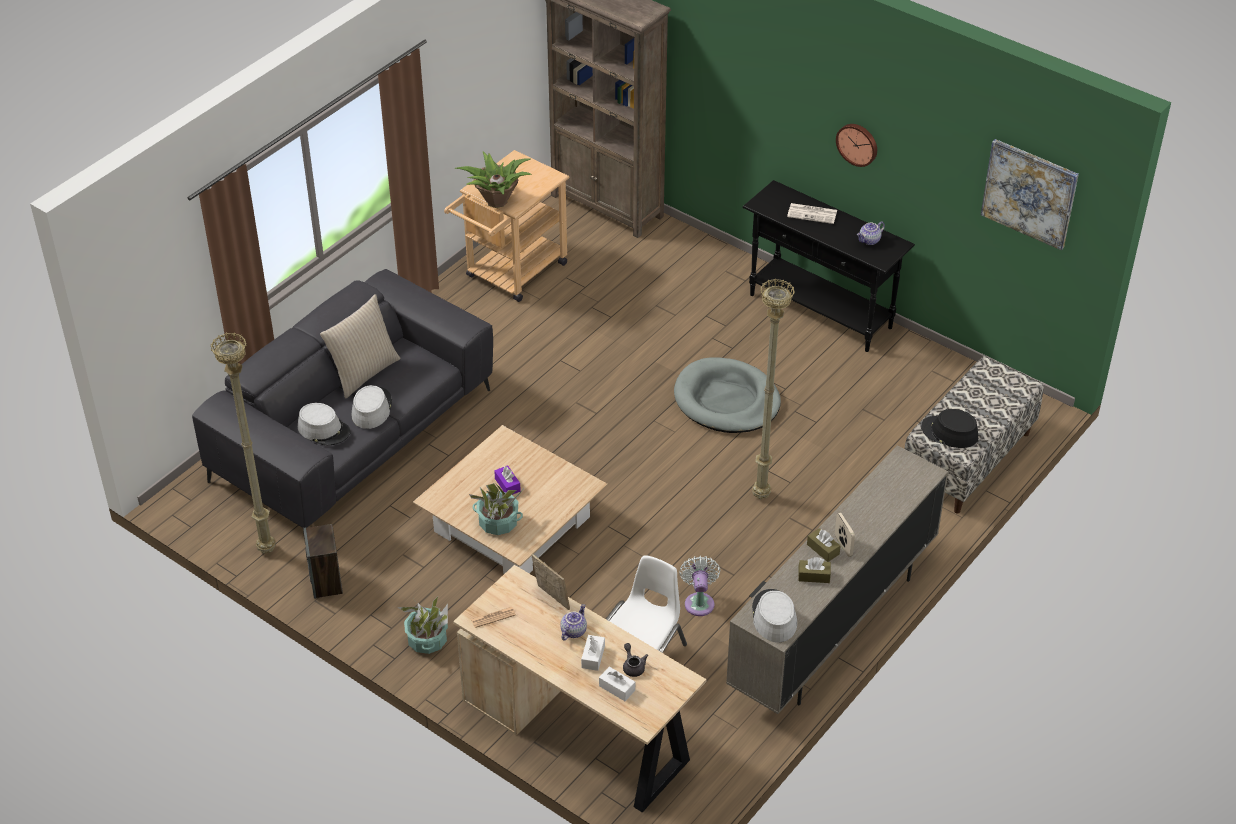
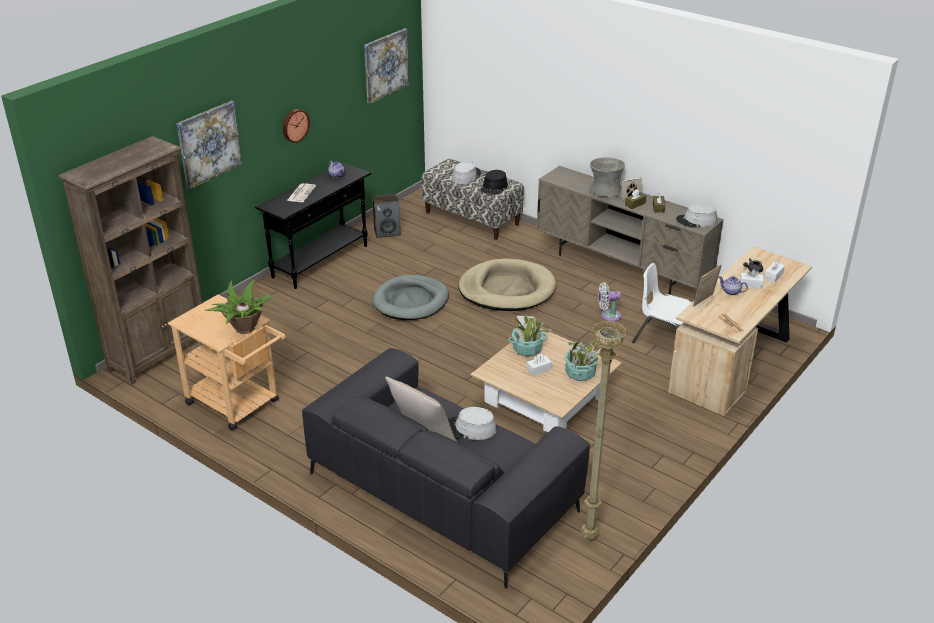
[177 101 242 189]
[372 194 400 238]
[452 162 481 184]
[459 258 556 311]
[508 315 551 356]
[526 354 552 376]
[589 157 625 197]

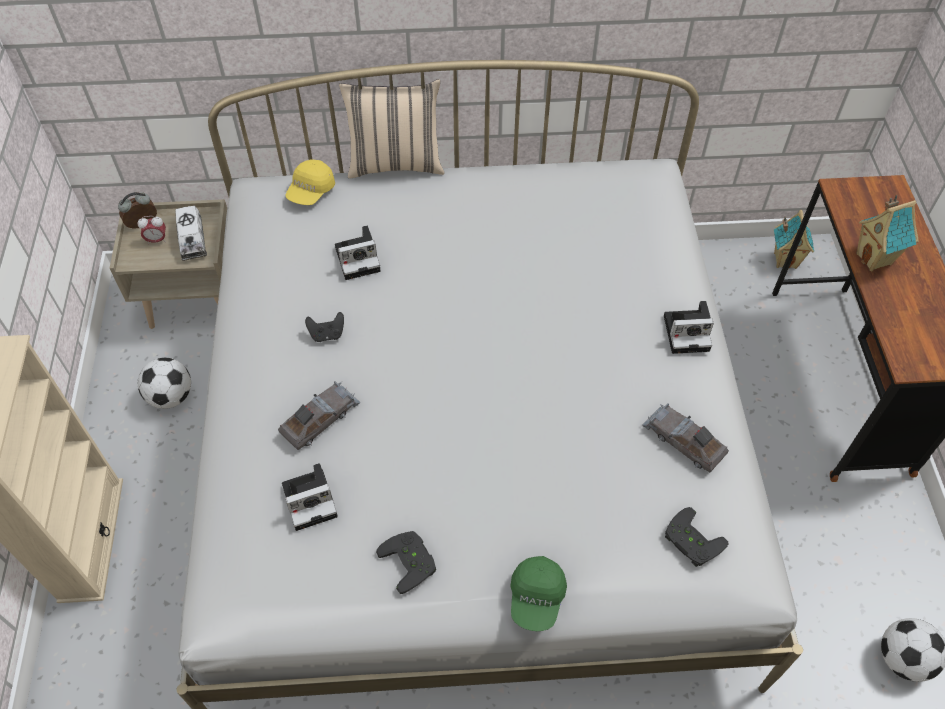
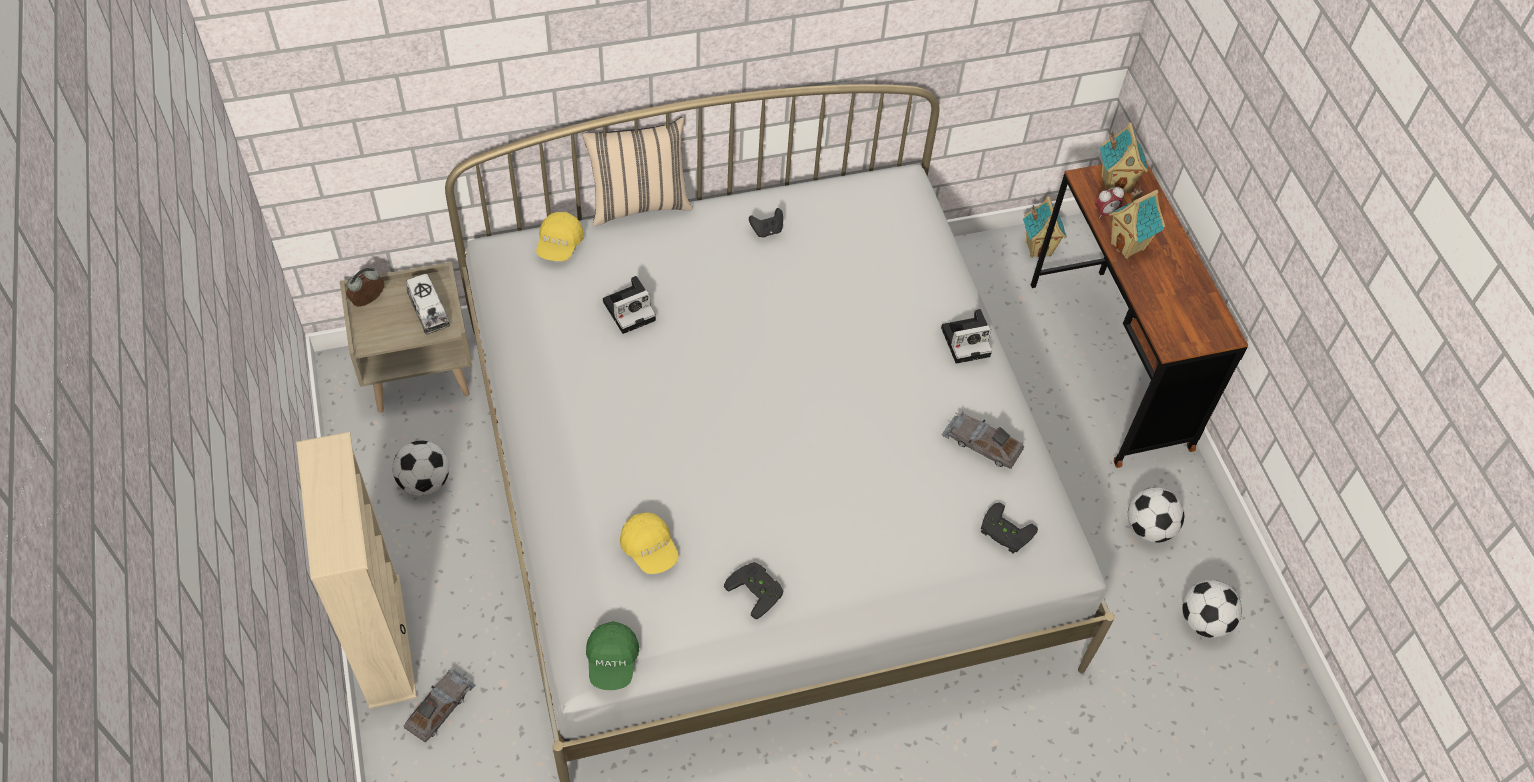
[403 668 475 743]
[586 621 639 690]
[620 512 679 574]
[749 208 783 237]
[1095 187 1124 219]
[1100 122 1148 193]
[1128 488 1184 543]

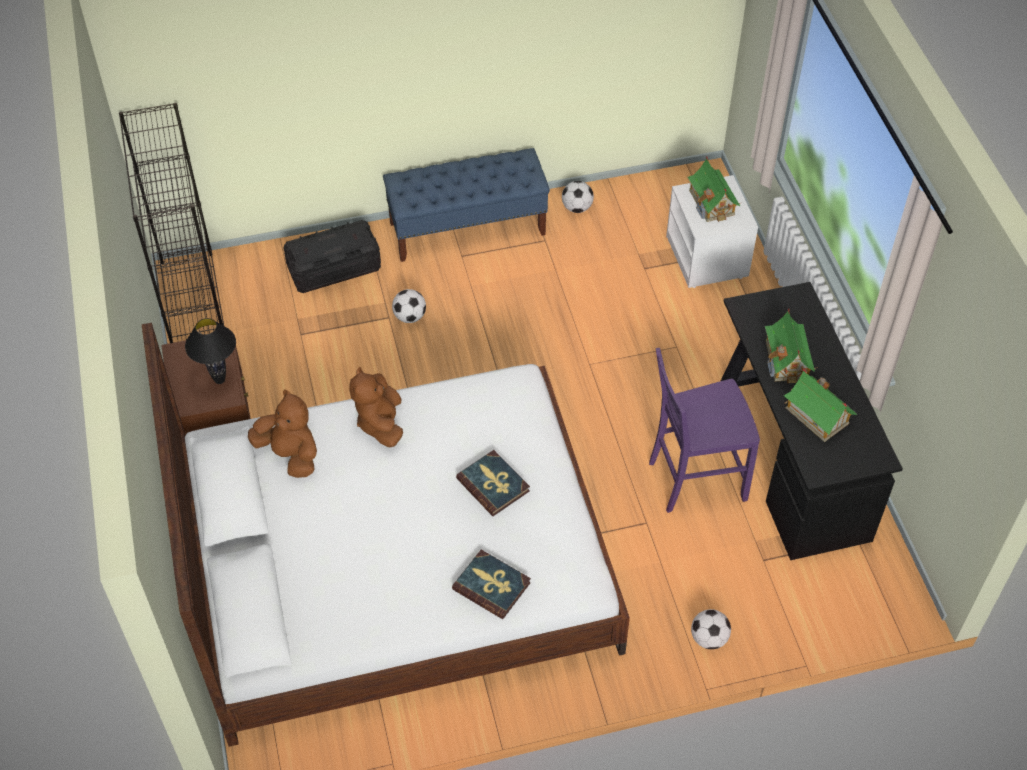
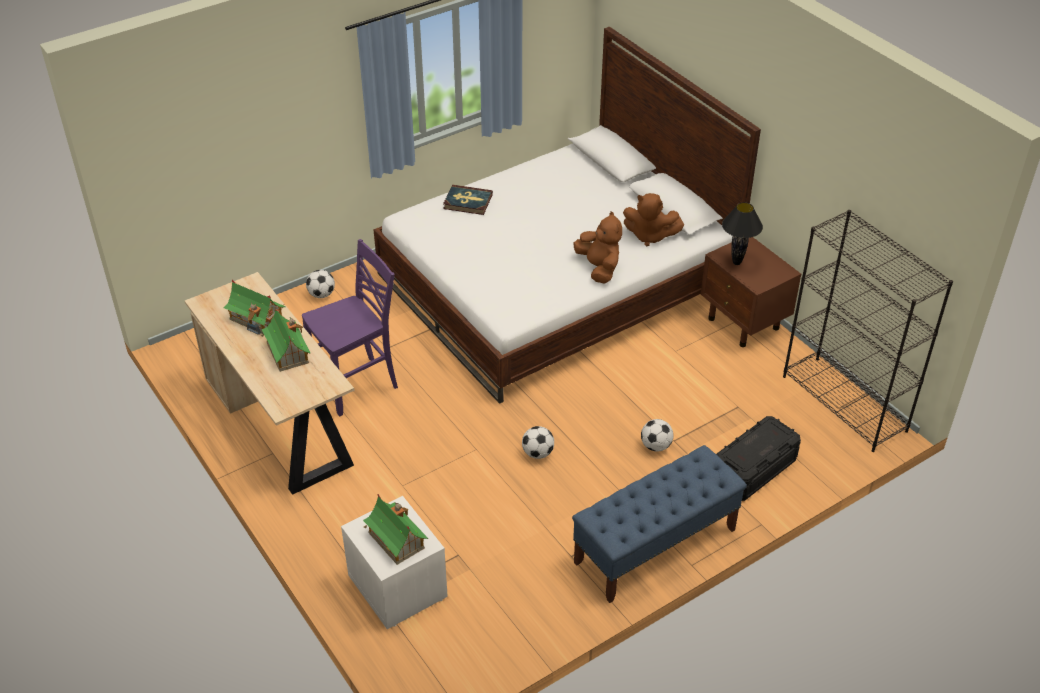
[185 272 355 495]
[522 426 554 459]
[456 450 530 516] (first image)

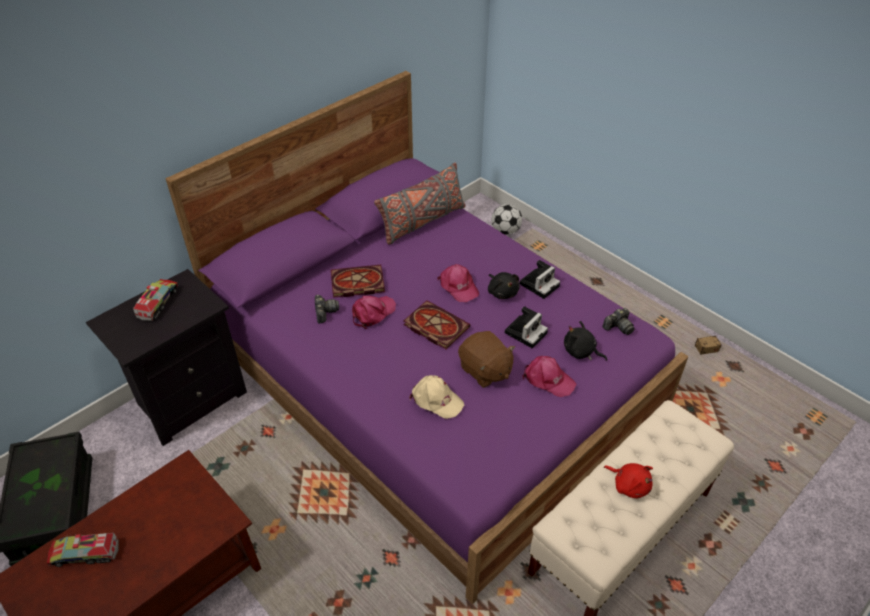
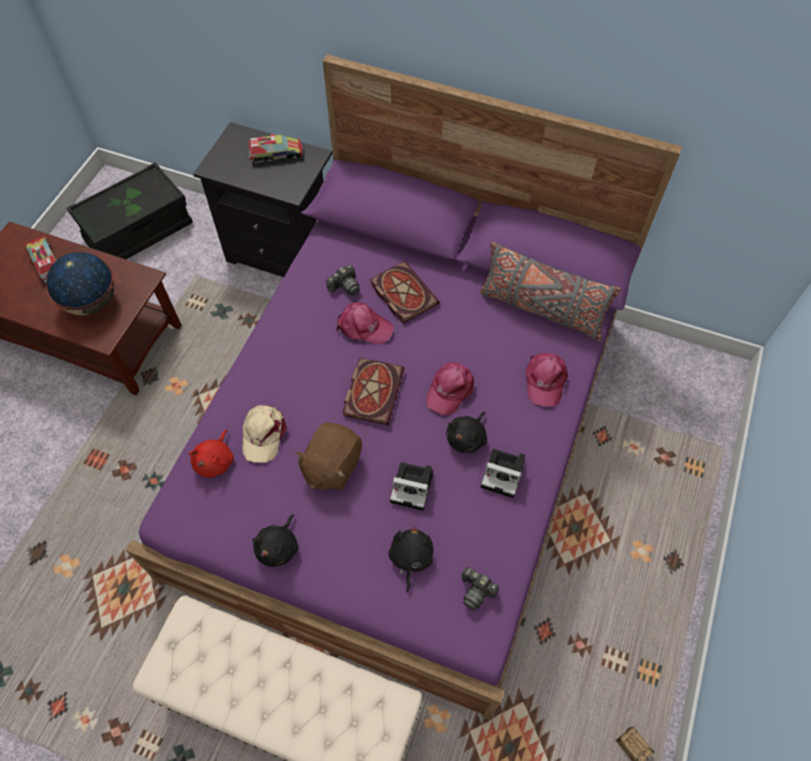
[46 252 114 315]
[189 430 234 478]
[252 514 298 567]
[526 353 568 406]
[492 204 522 235] (first image)

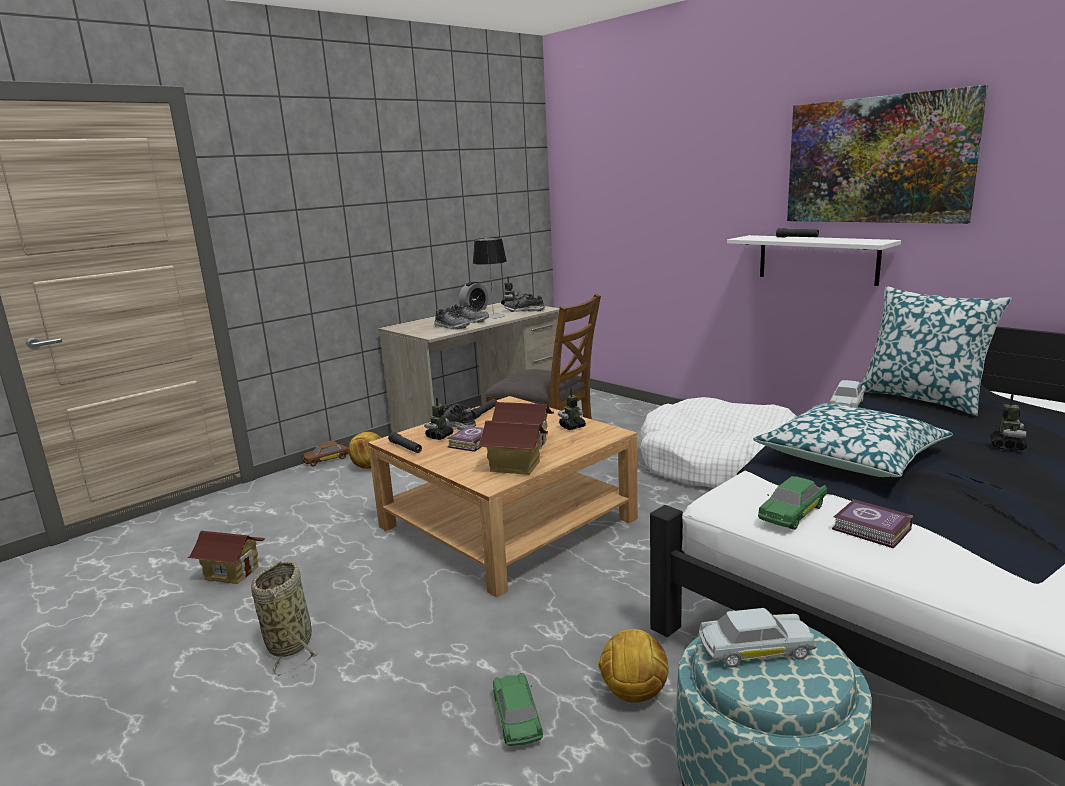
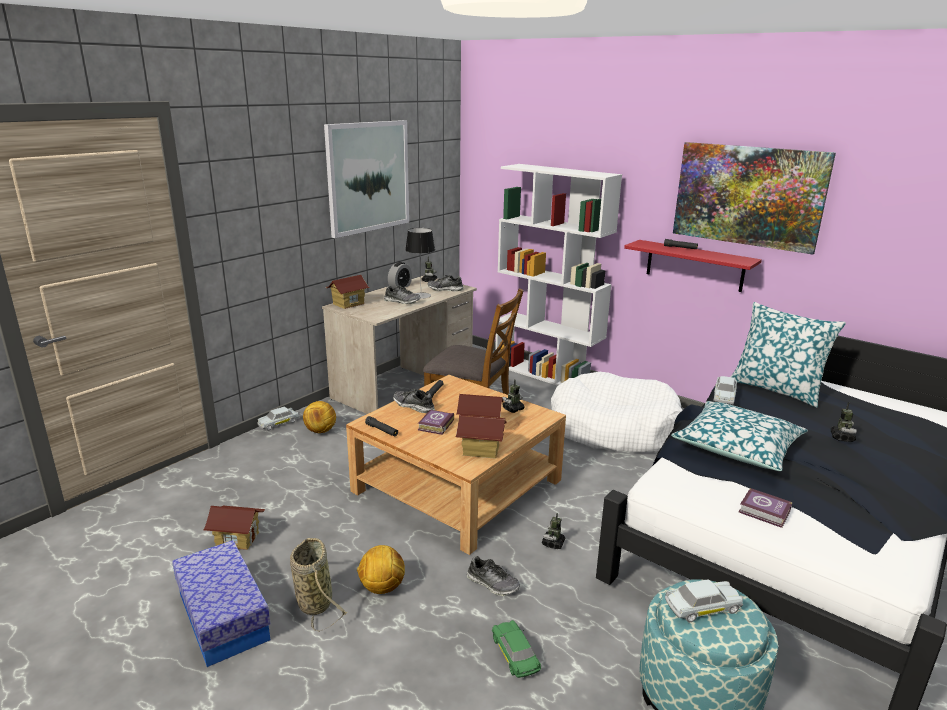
[172 540 271 667]
[257 407 299 431]
[324 120 409 238]
[325 275 370 309]
[357 545 405 594]
[467 556 520 596]
[495 164 622 386]
[542 513 565 549]
[624 240 762 292]
[758 476 827 530] (first image)

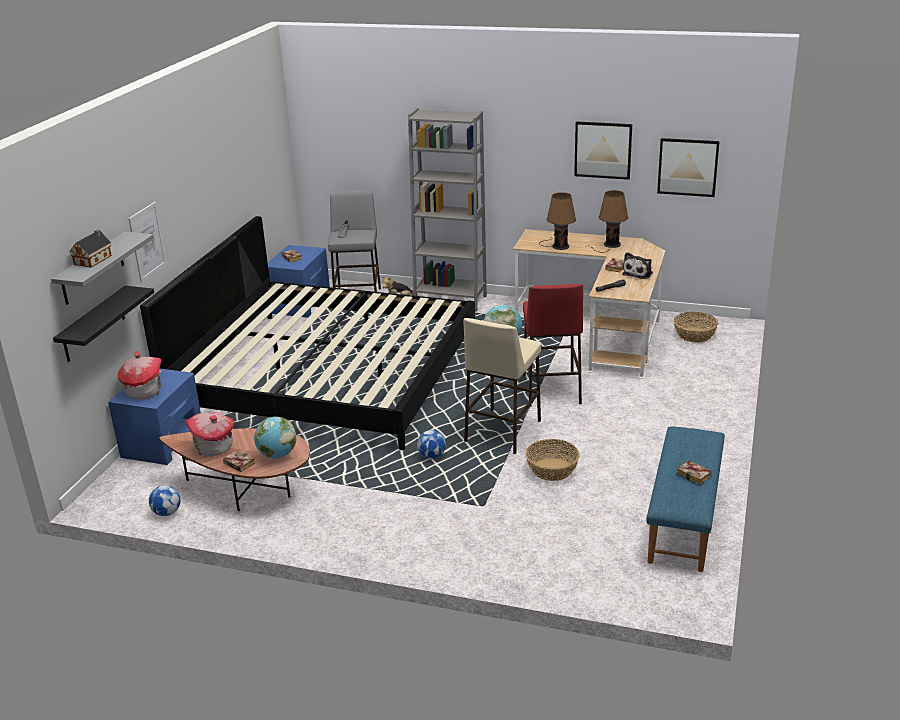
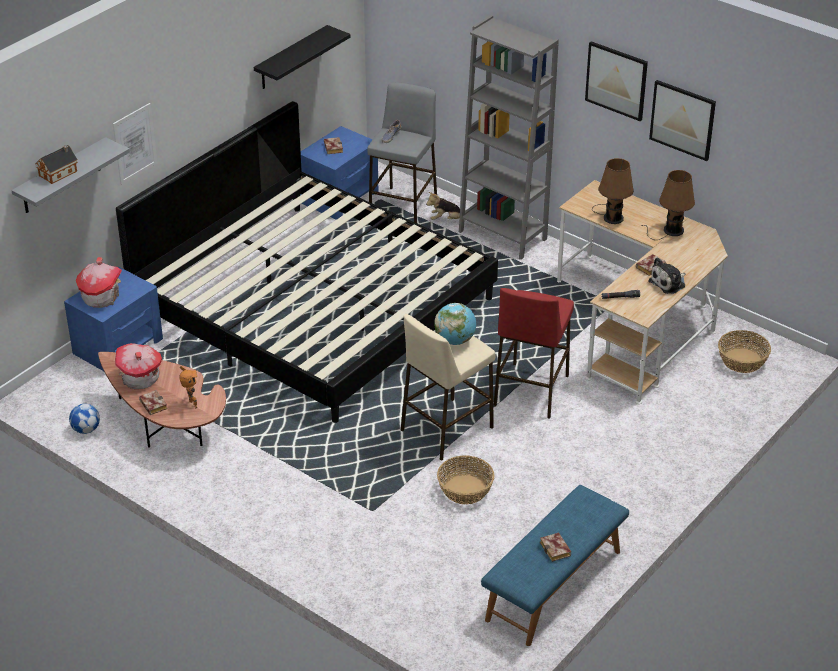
[179 366 198 409]
[254 25 350 89]
[585 41 648 121]
[417 430 446 459] (first image)

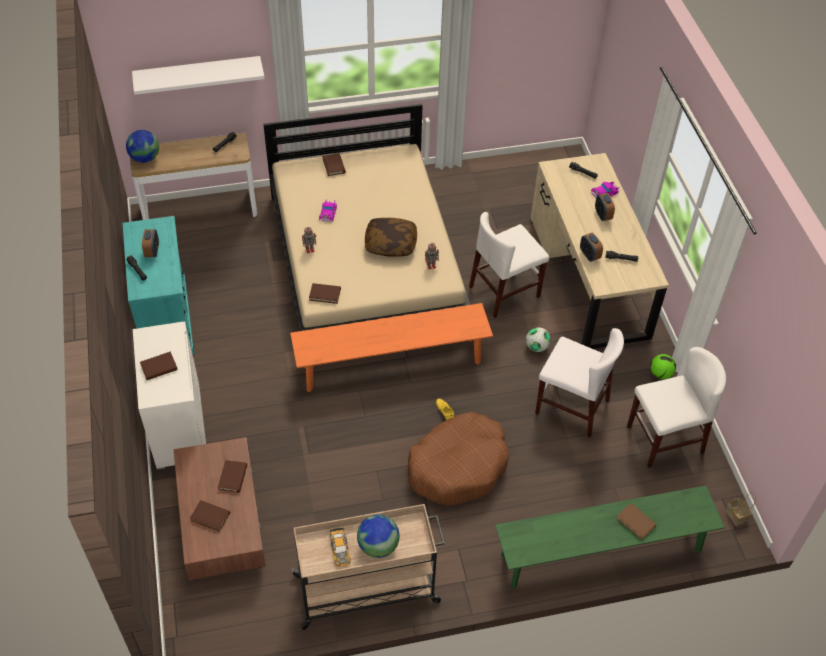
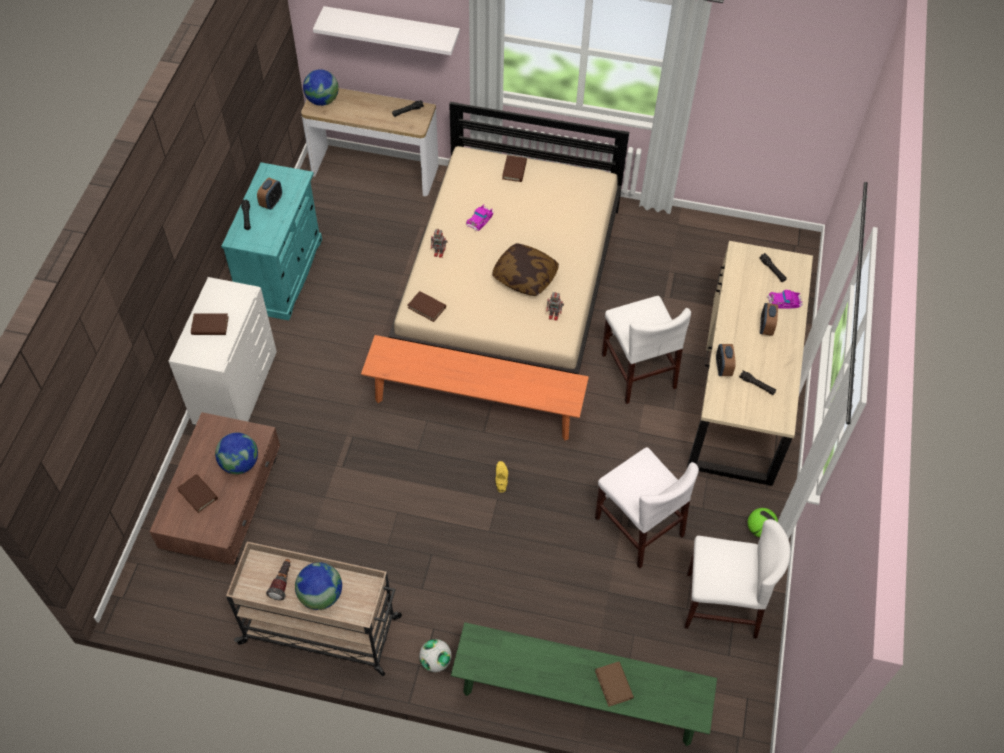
[215 432 258 474]
[266 559 290 600]
[419 639 451 672]
[602 296 691 404]
[408 412 509 506] (first image)
[726 492 756 525] (first image)

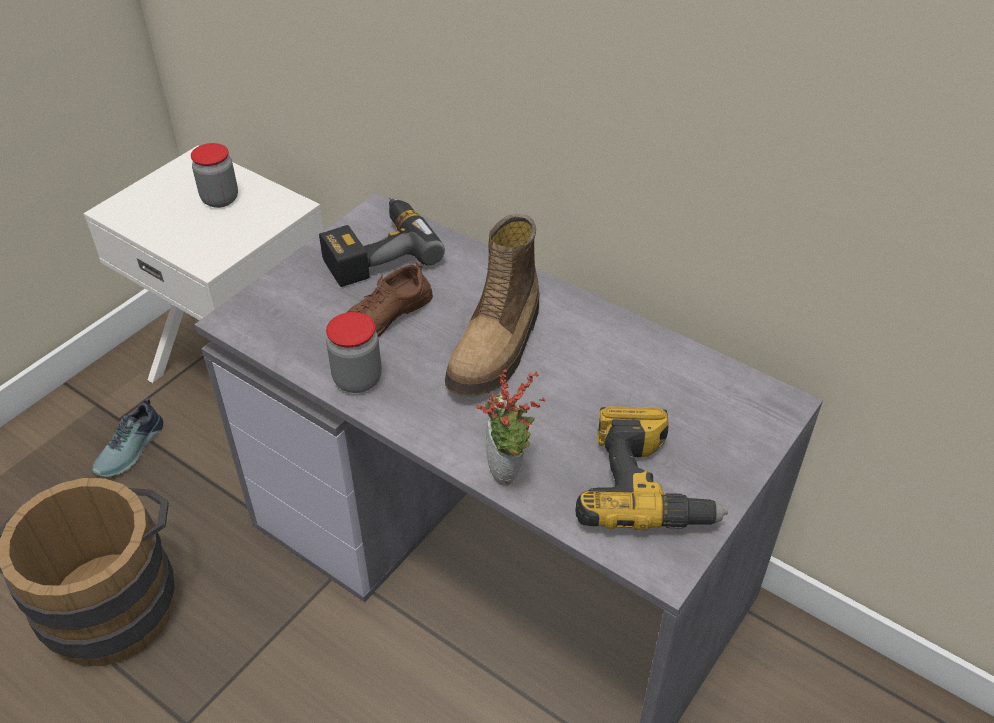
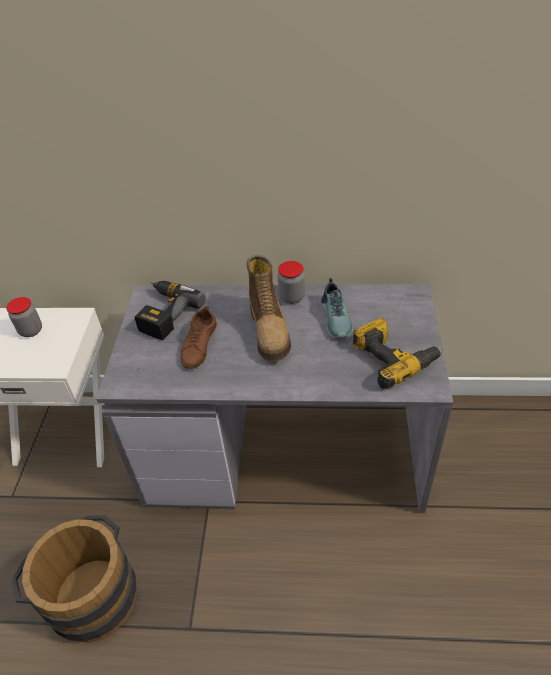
[278 261 305 304]
[322 278 353 338]
[476 369 547 486] (first image)

